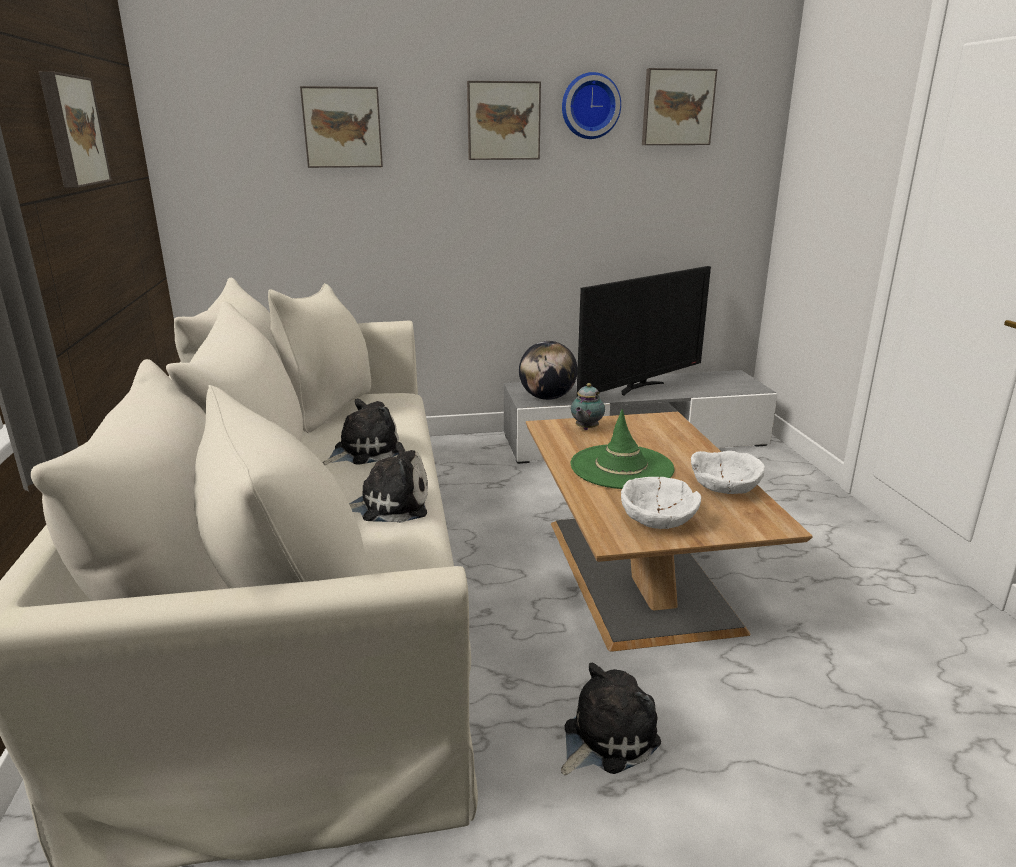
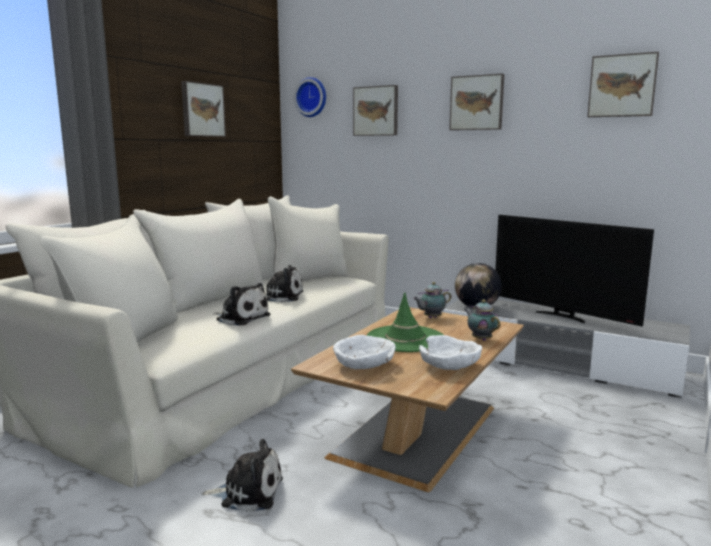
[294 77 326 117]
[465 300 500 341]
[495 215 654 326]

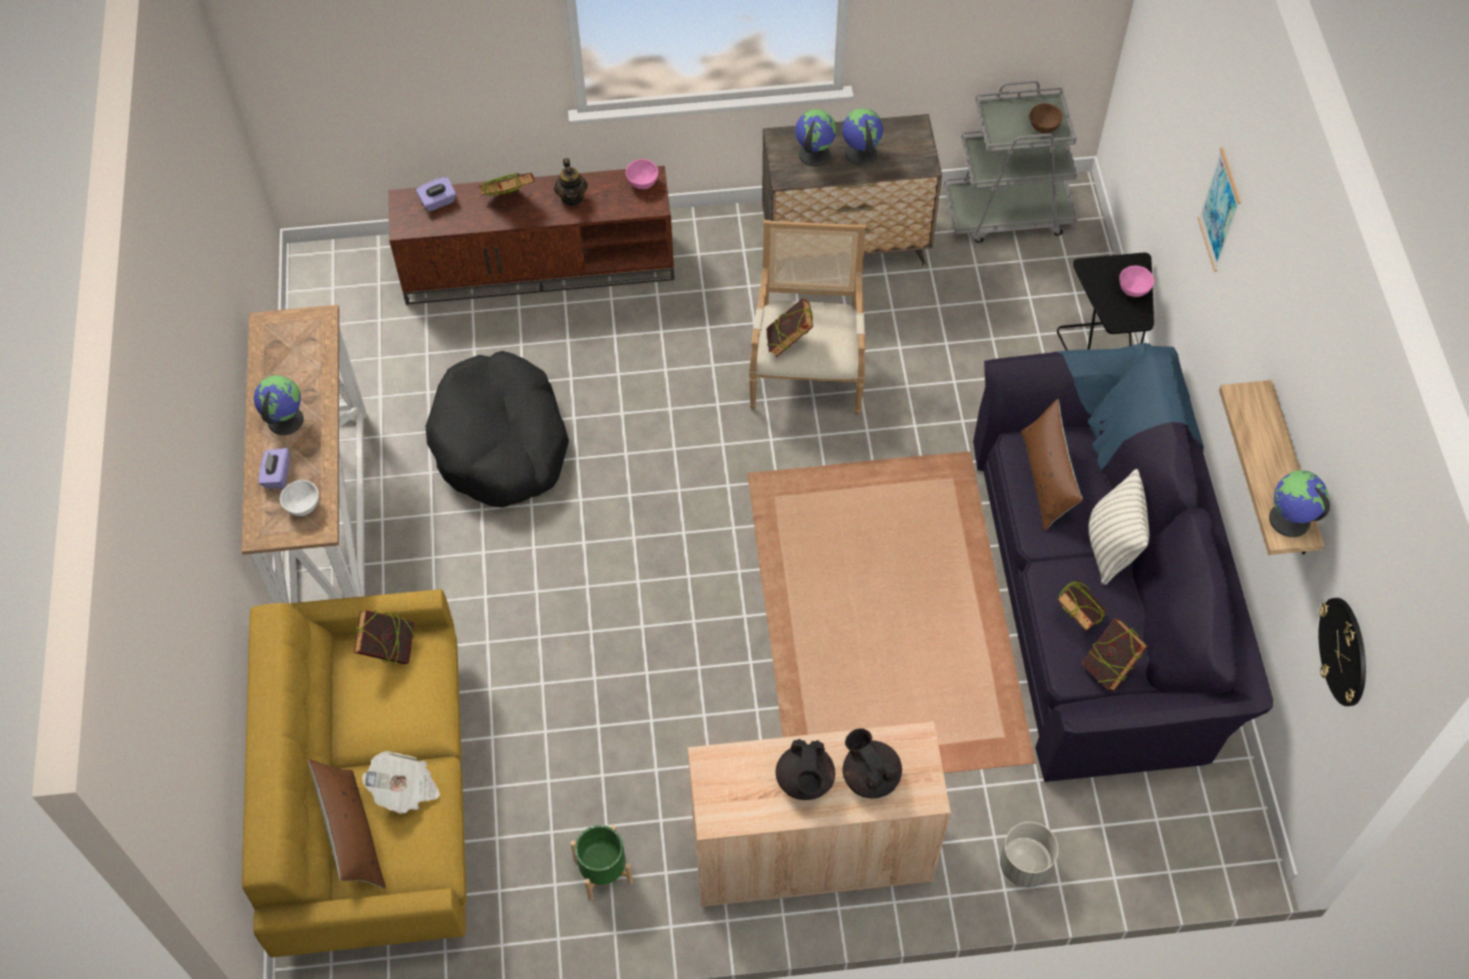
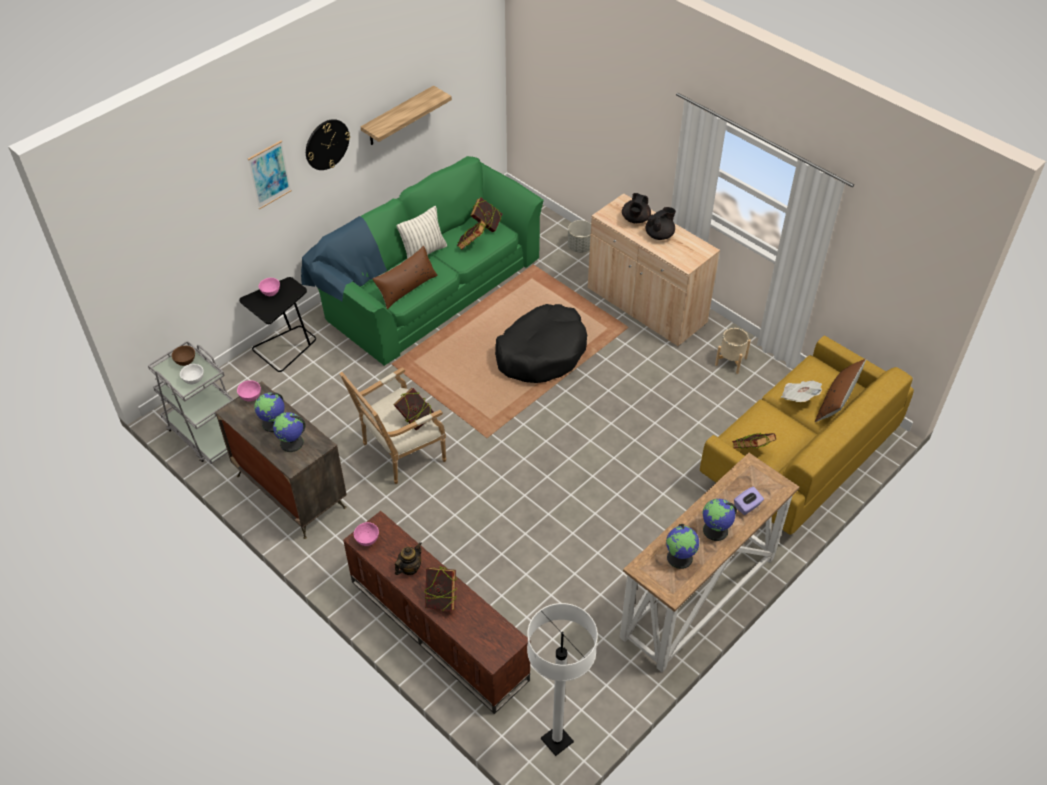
[180 364 204 385]
[237 380 261 402]
[301 156 544 366]
[306 119 350 170]
[495 304 587 383]
[527 603 598 756]
[666 524 699 569]
[715 328 751 374]
[416 177 456 212] (first image)

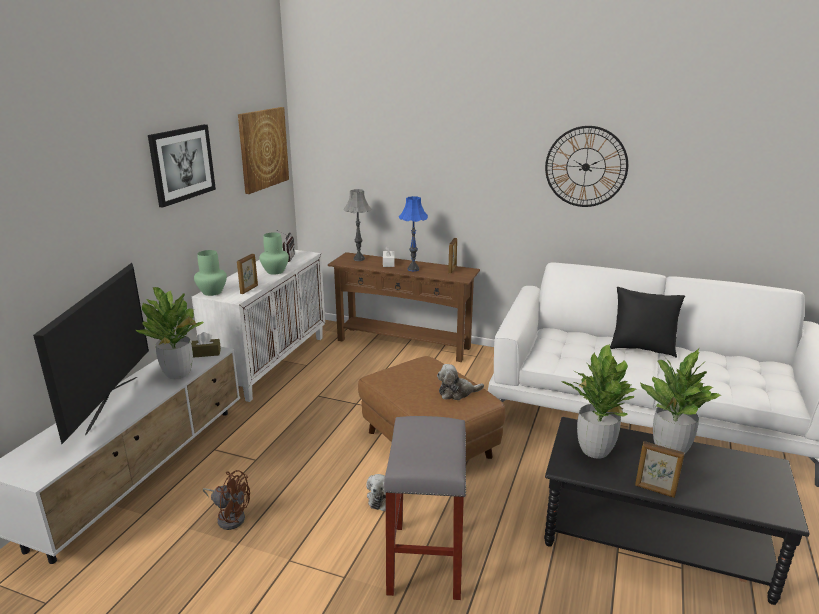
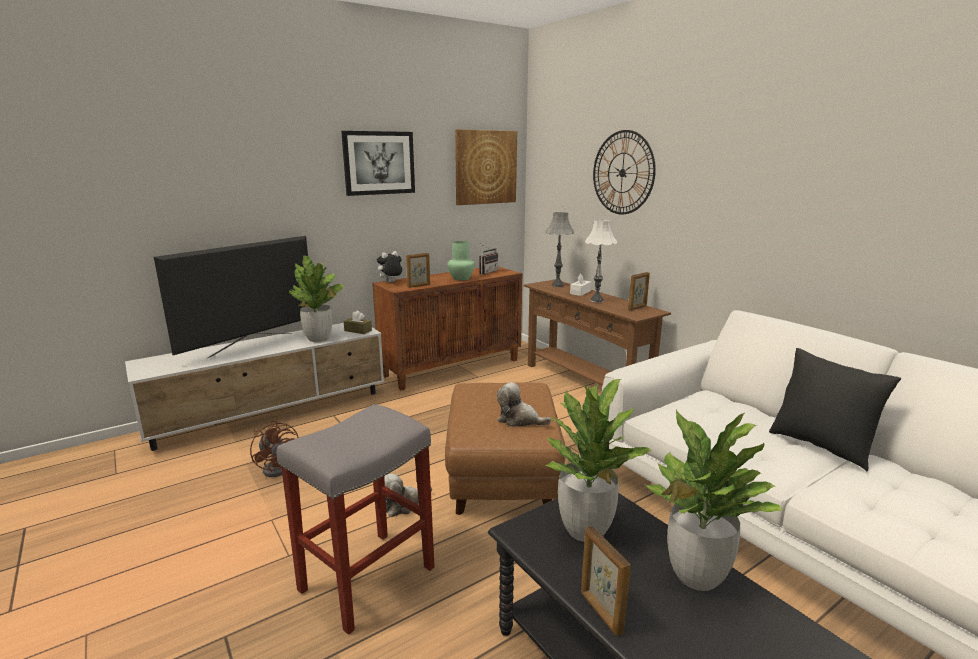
[372 266 522 390]
[376 251 402 283]
[585 219 617 302]
[593 130 656 215]

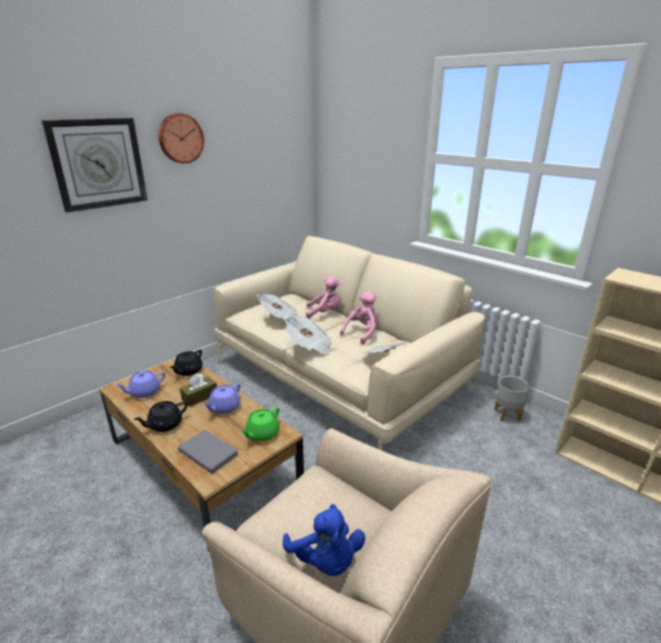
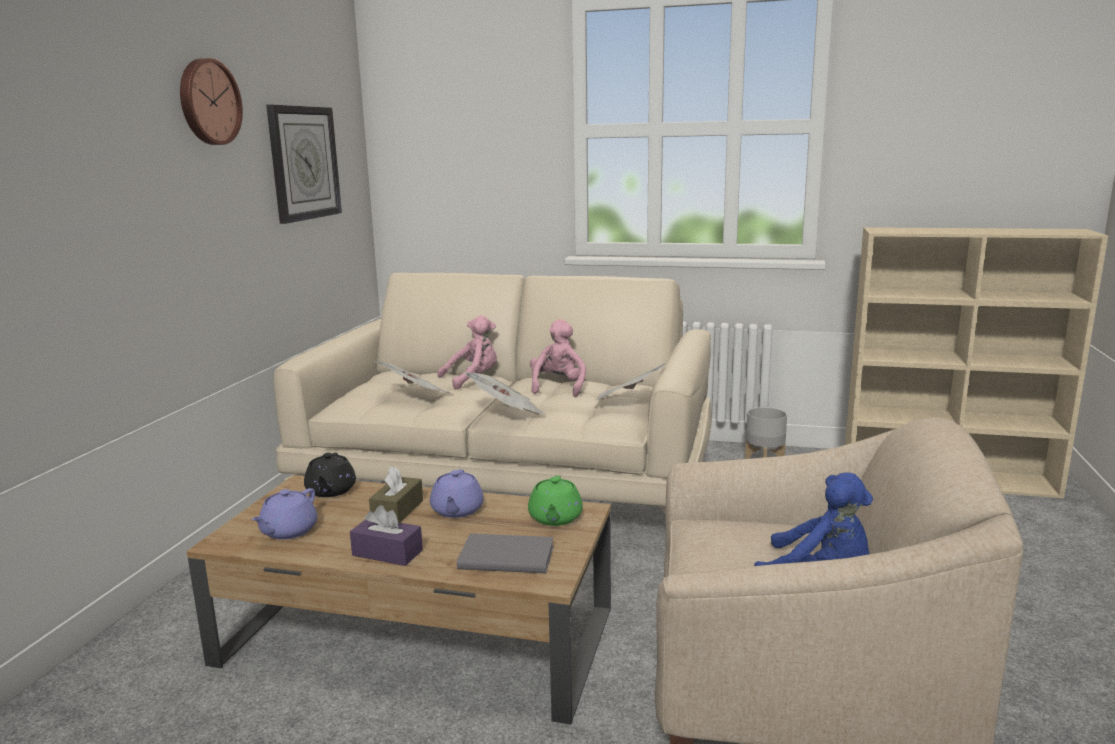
[266 105 342 224]
[350 505 423 566]

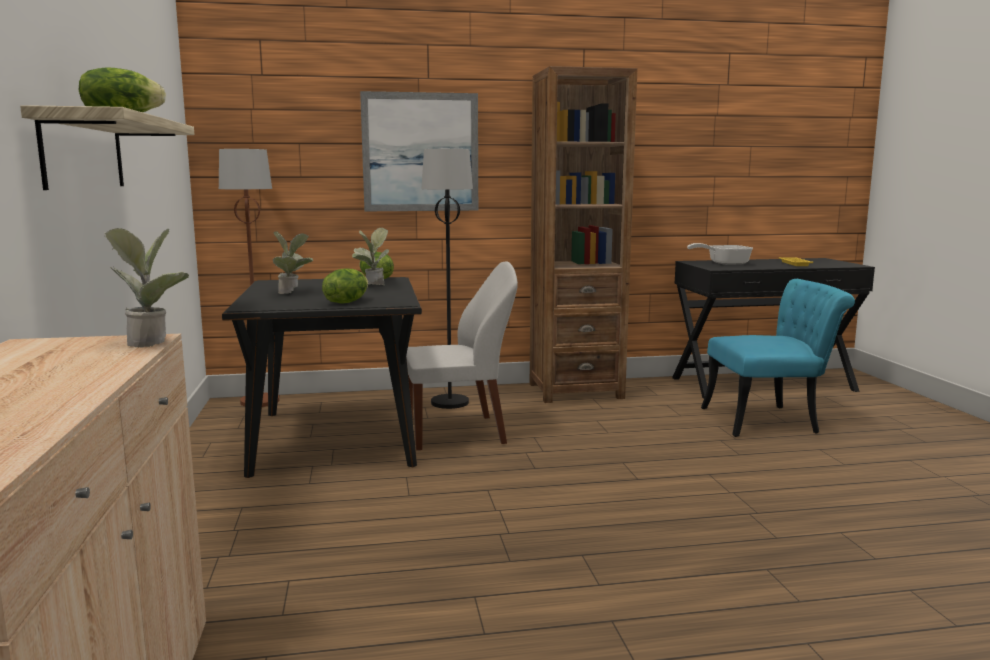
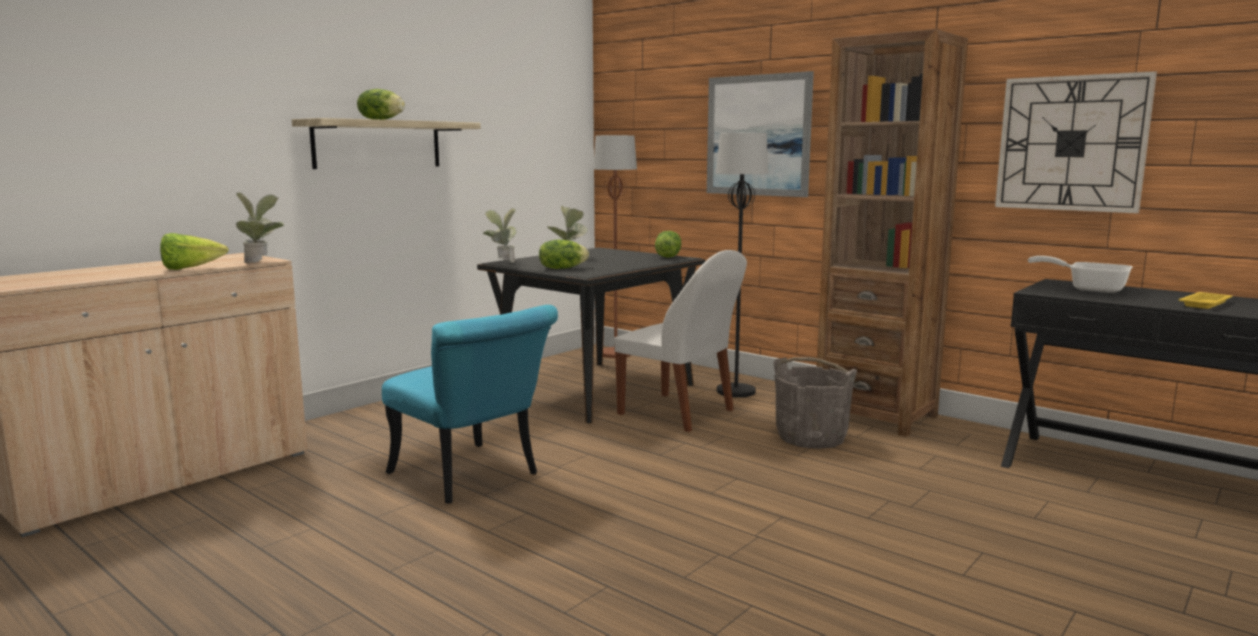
[160 233 229 270]
[382 305 558 504]
[483 208 516 263]
[773 357 857 449]
[995 71 1157 214]

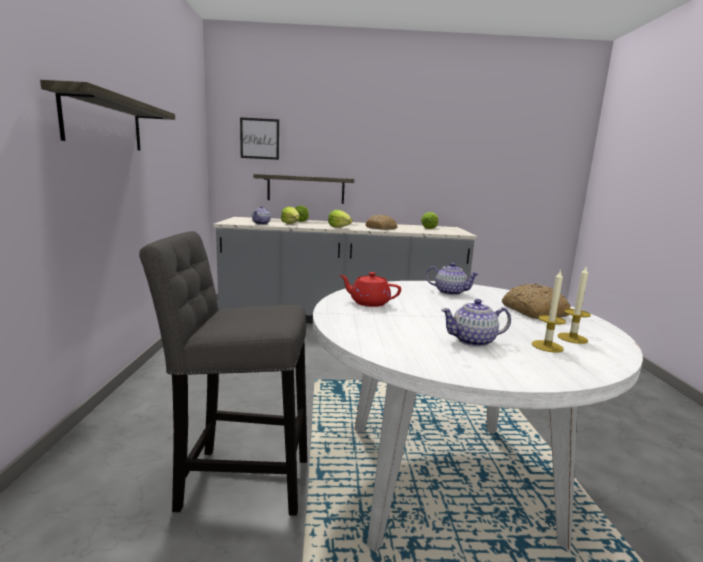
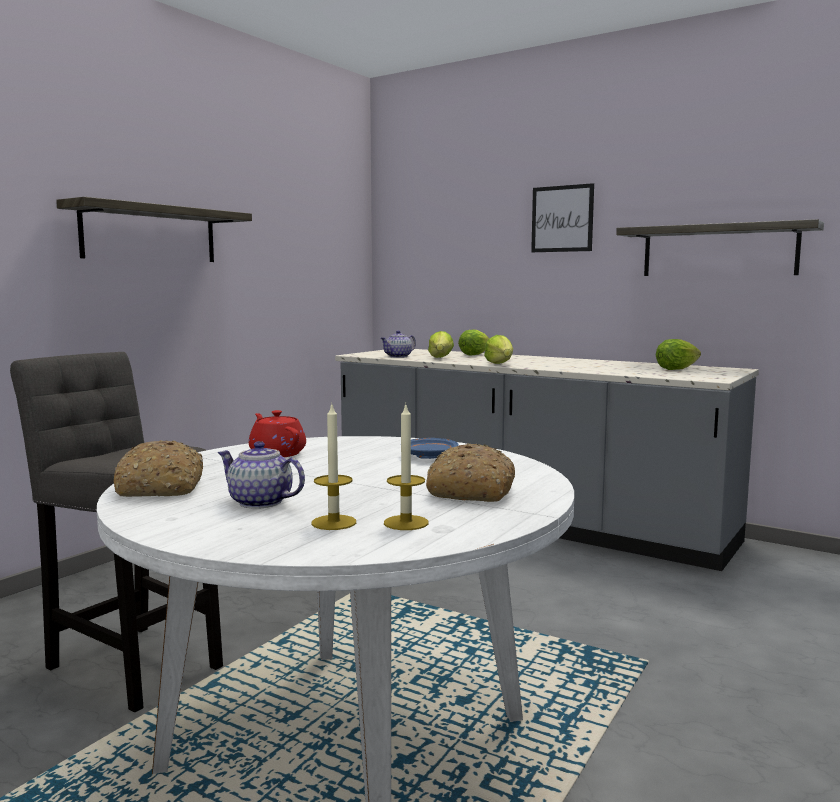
[114 440 203 497]
[411 438 458 459]
[531 183 594 252]
[616 219 824 276]

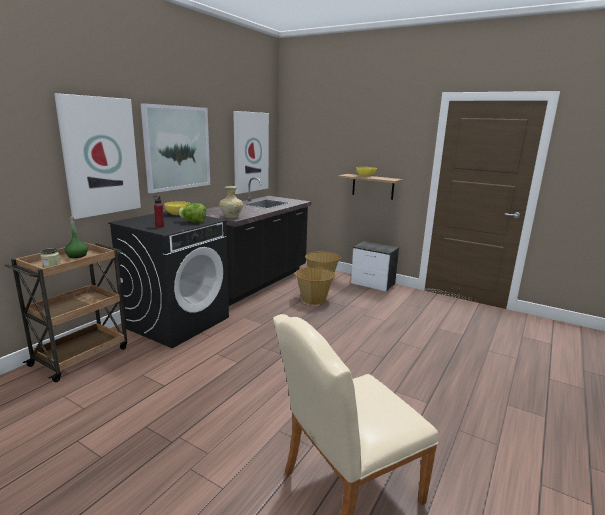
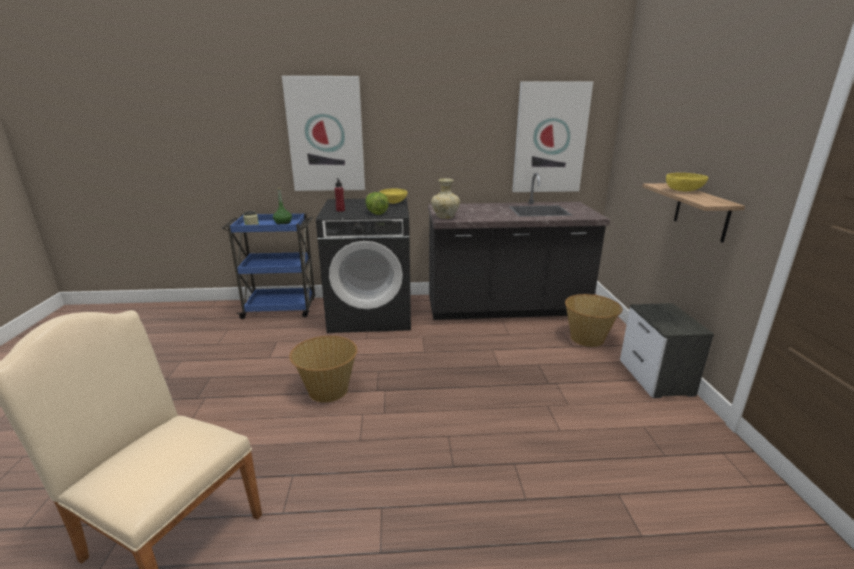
[222 213 315 319]
[289 336 357 403]
[140 103 210 193] (first image)

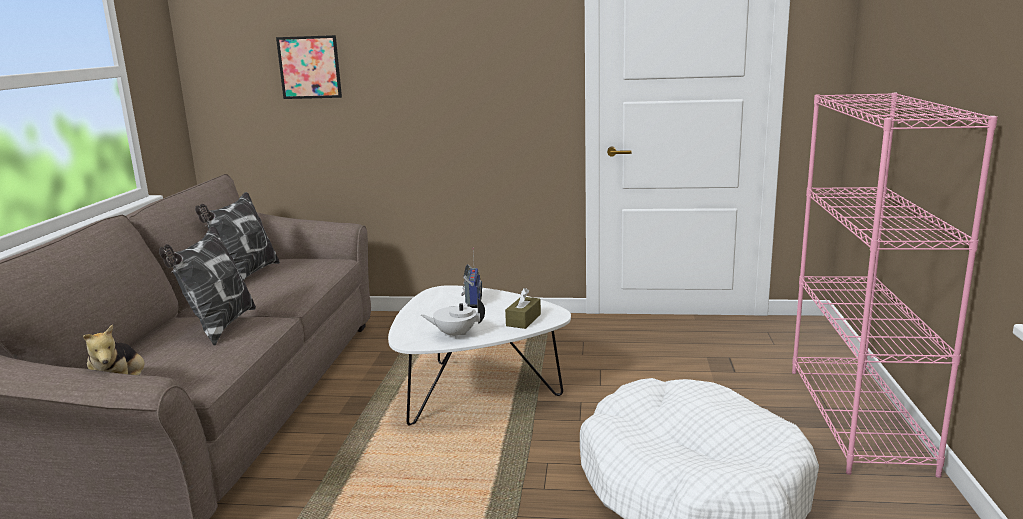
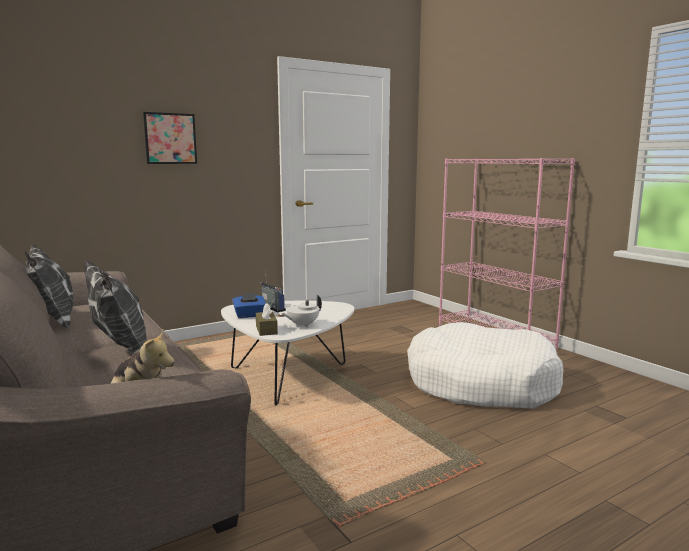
[143 112 197 164]
[232 293 266 318]
[256 303 278 336]

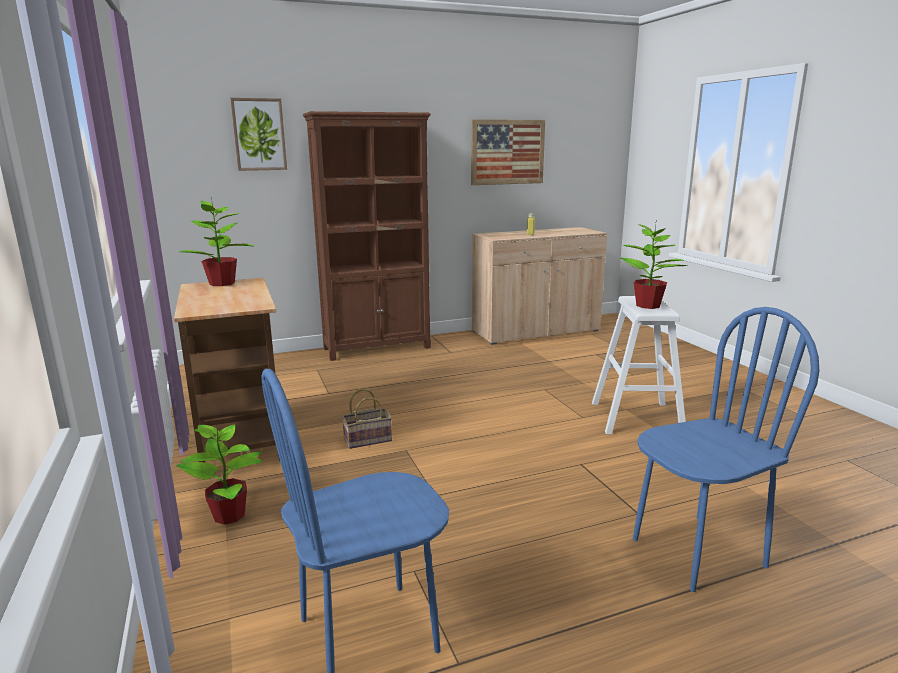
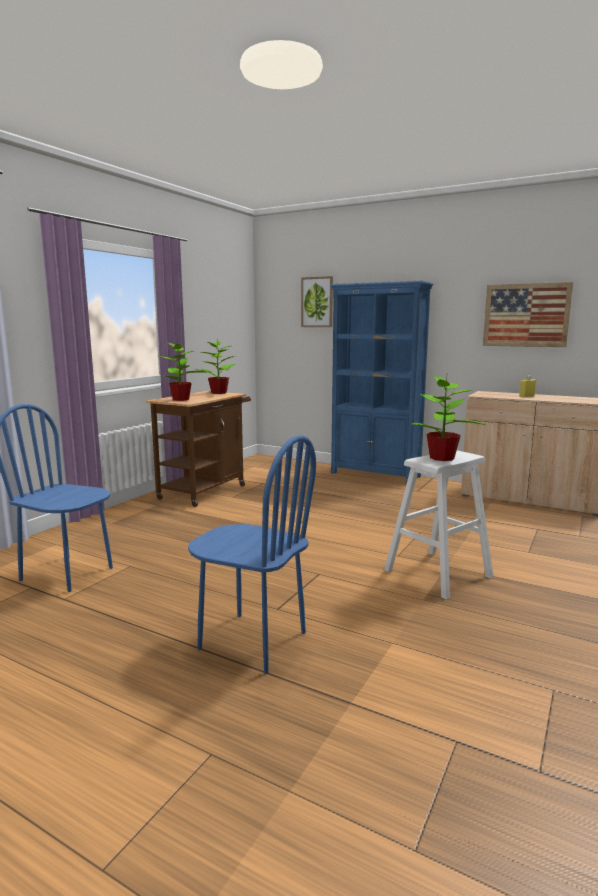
[161 343 208 401]
[330 281 433 484]
[342 389 392 449] (first image)

